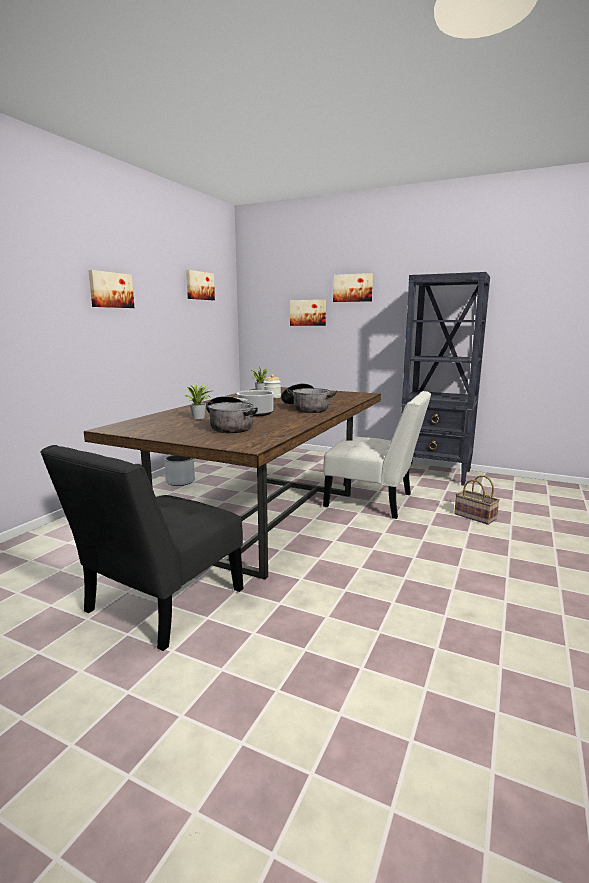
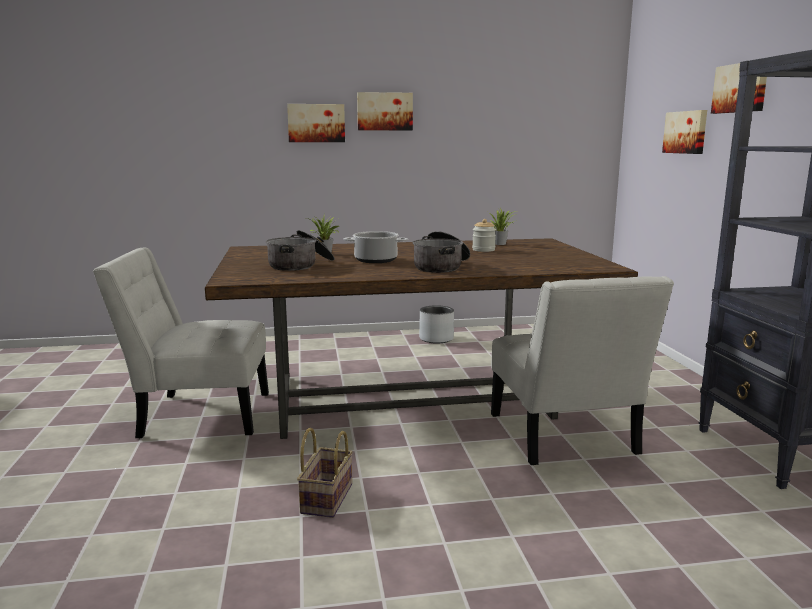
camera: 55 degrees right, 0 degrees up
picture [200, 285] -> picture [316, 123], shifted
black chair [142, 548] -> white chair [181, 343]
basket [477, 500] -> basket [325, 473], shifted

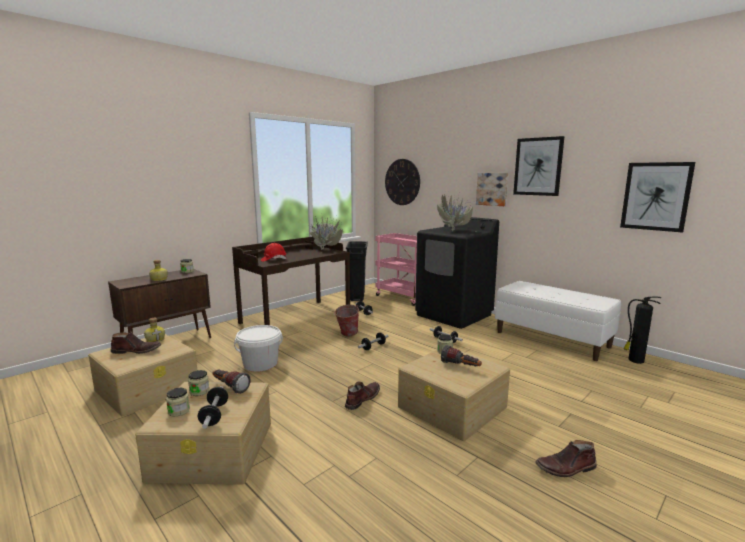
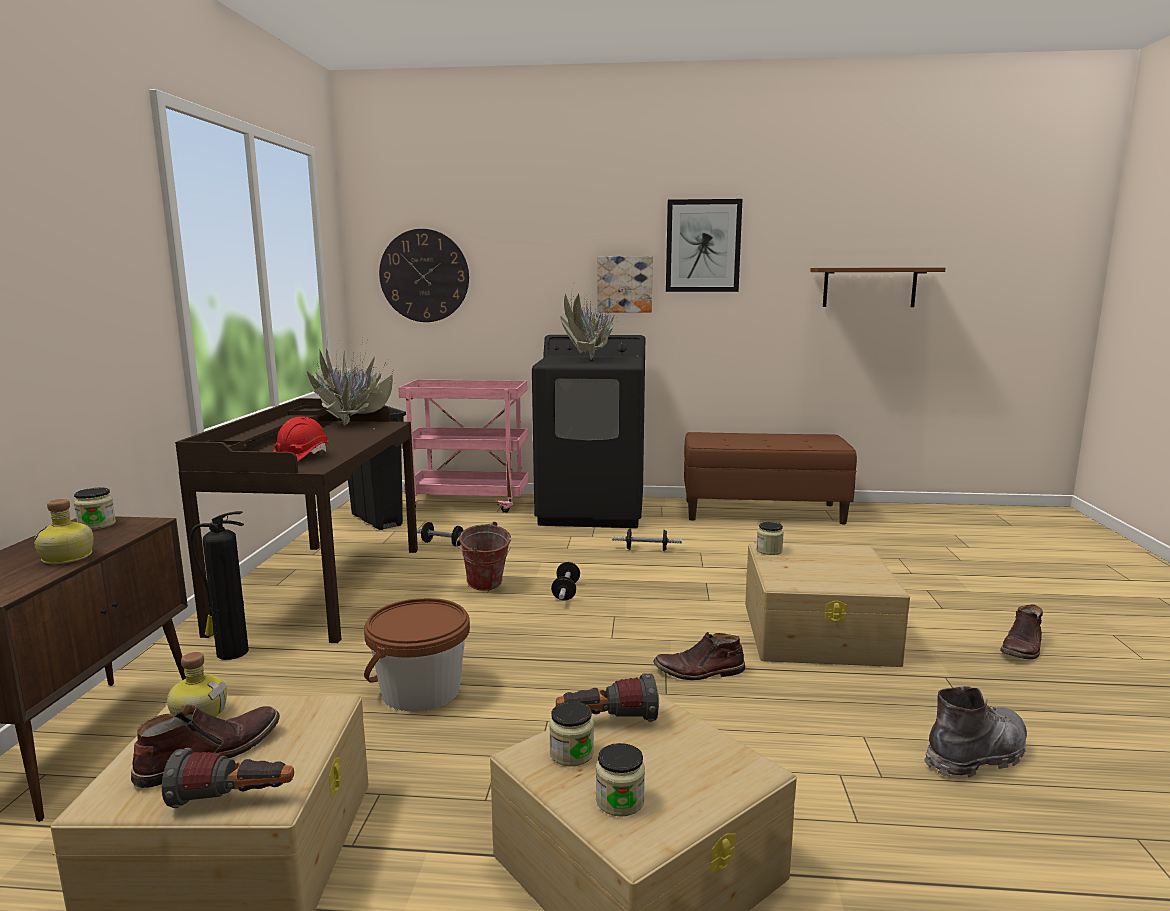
camera: 40 degrees left, 0 degrees up
picture [657, 197] -> brown shelf [878, 287]
white bench [558, 321] -> brown bench [770, 478]
fire extinguisher [643, 330] -> fire extinguisher [219, 585], shifted
white bucket [258, 348] -> brown bucket [417, 655]
flashlight [461, 356] -> flashlight [228, 778], shifted
brown boot [362, 396] -> brown boot [699, 656], 90 degrees counterclockwise
dumbbell [213, 407] -> none
none -> grey boot [976, 732]

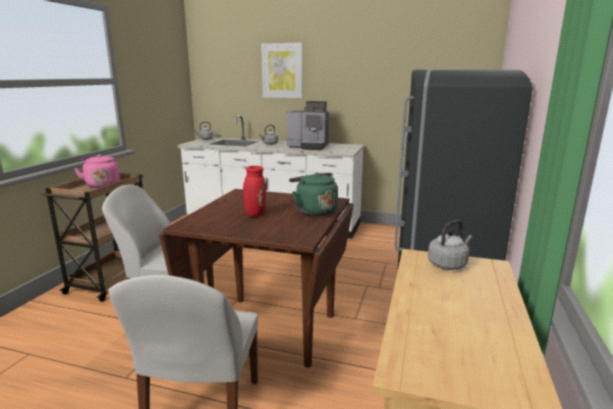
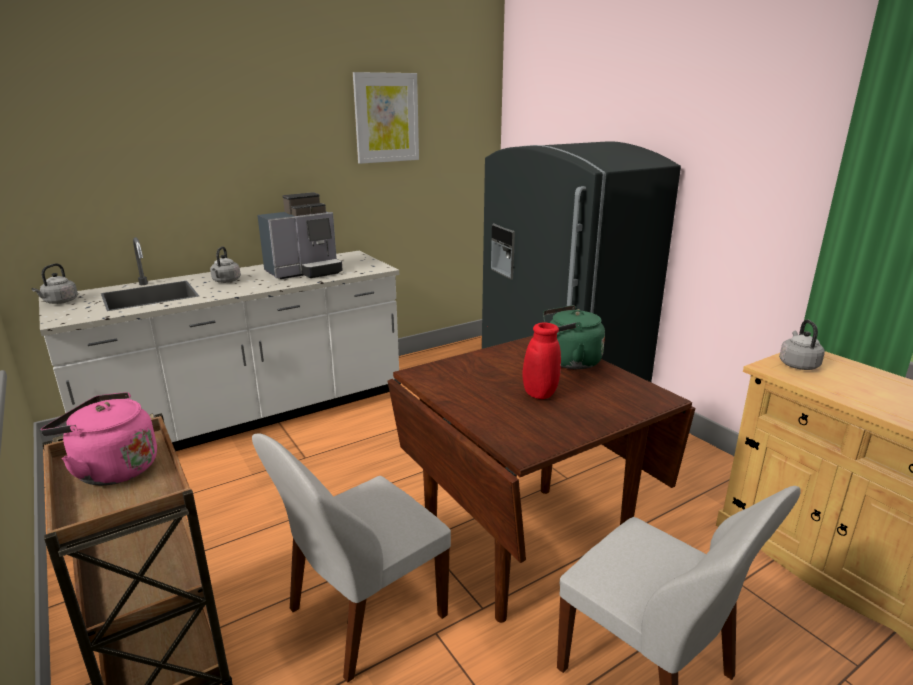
camera: 50 degrees left, 5 degrees up
picture [282, 70] -> picture [386, 118], shifted

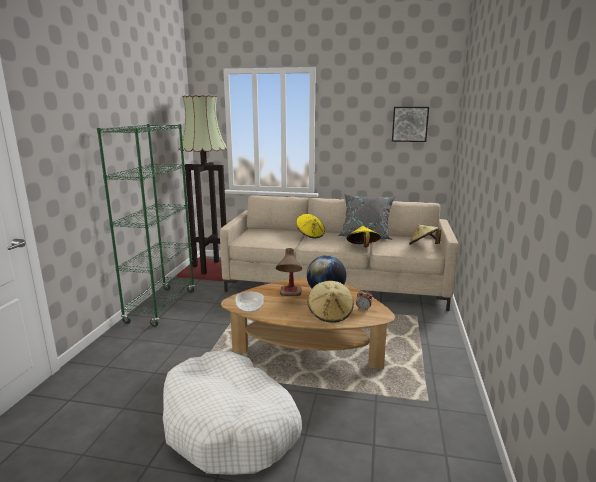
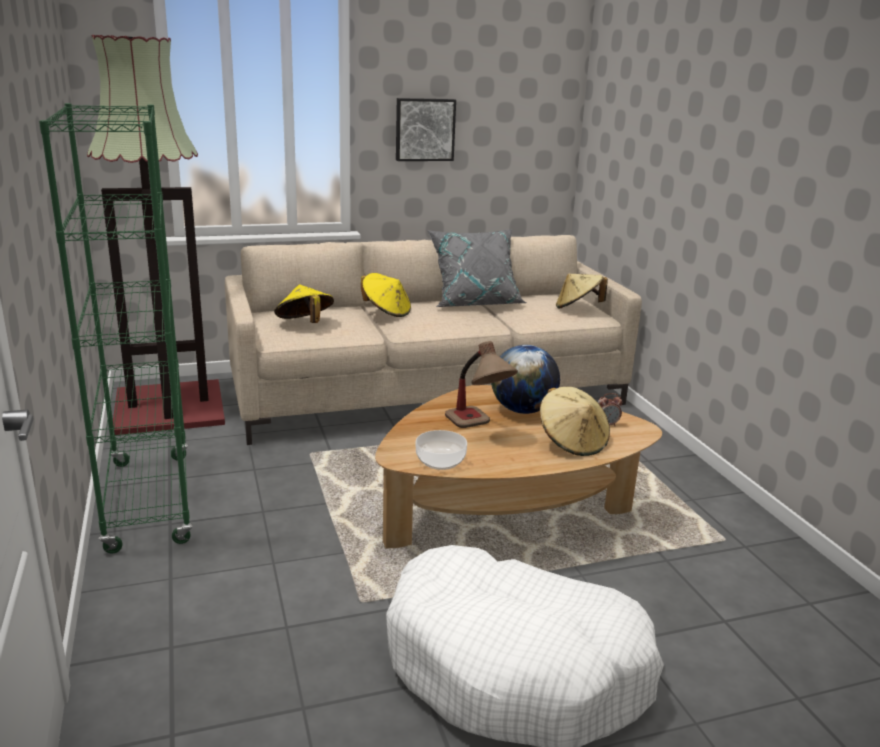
camera: 30 degrees left, 5 degrees up
picture [410, 124] -> picture [426, 129], shifted
yellow hat [364, 237] -> yellow hat [304, 303], shifted

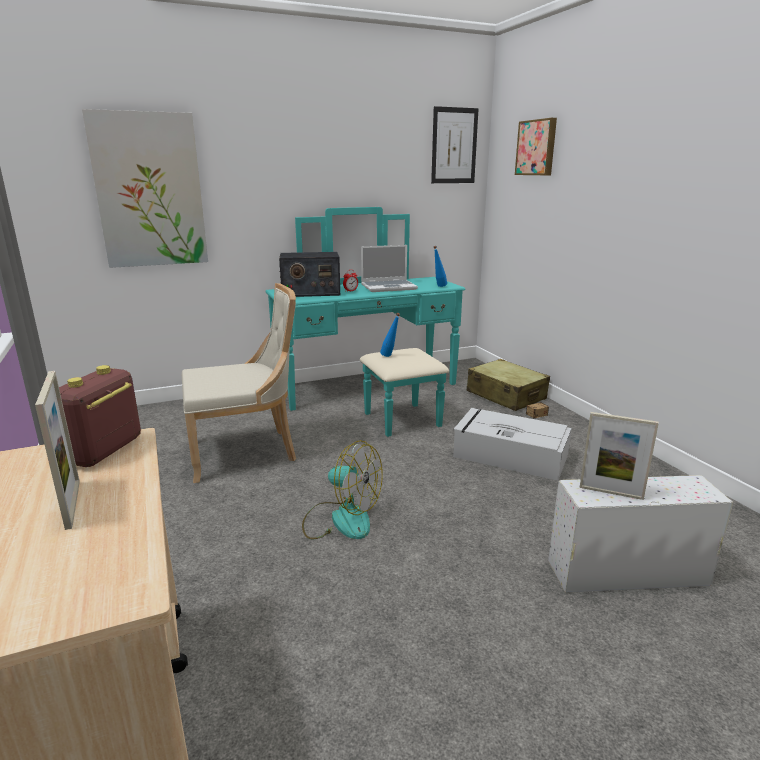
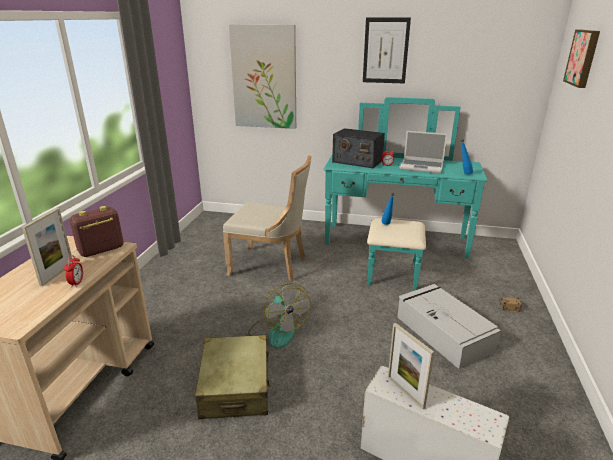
camera: 35 degrees right, 5 degrees up
picture [455, 144] -> picture [387, 50], shifted
beige suitcase [508, 385] -> beige suitcase [233, 377], shifted
none -> alarm clock [73, 271]

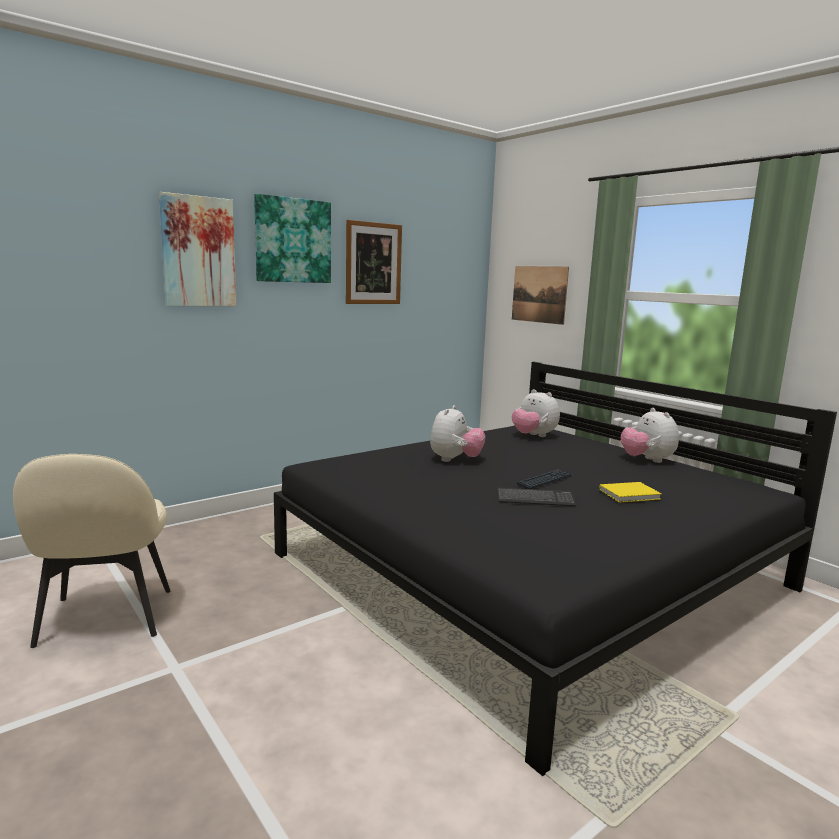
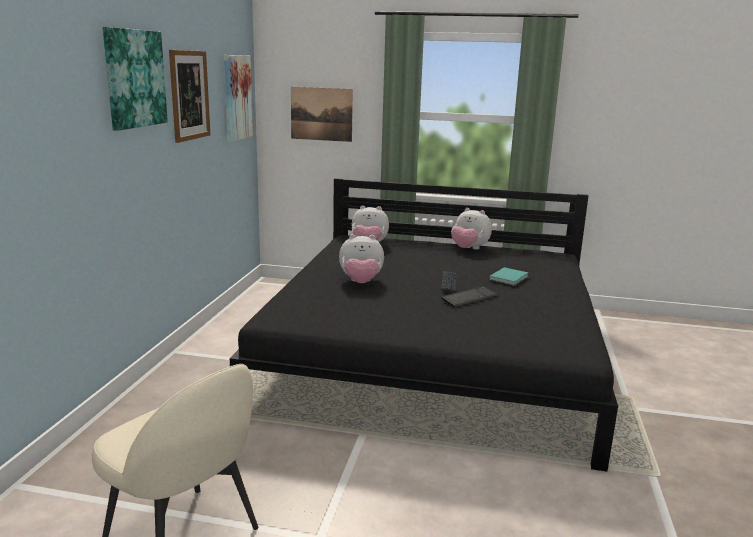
camera: 40 degrees left, 5 degrees up
picture [197, 249] -> picture [238, 98], shifted
plush toy [457, 433] -> plush toy [361, 258], 105 degrees clockwise
yellow book [630, 492] -> turquoise book [508, 276]

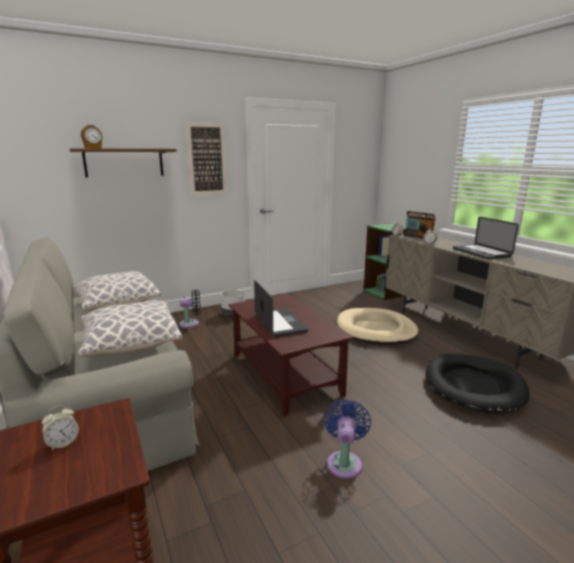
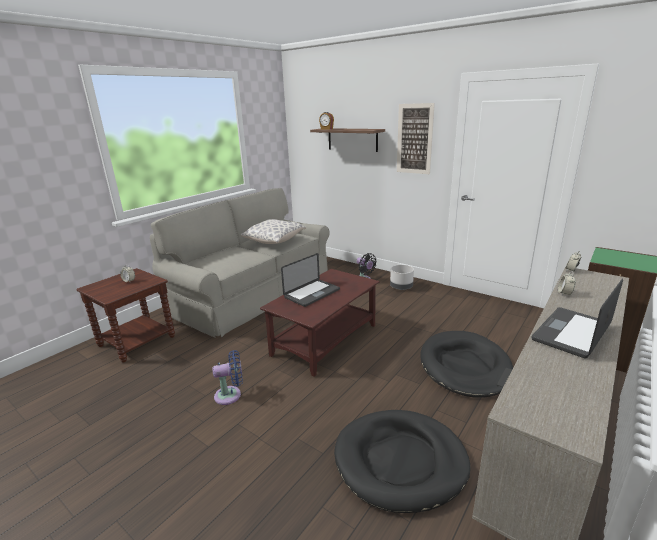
camera: 65 degrees right, 5 degrees up
radio [419, 225] -> none
pillow [130, 329] -> none
beige dog bed [378, 326] -> black dog bed [466, 364]

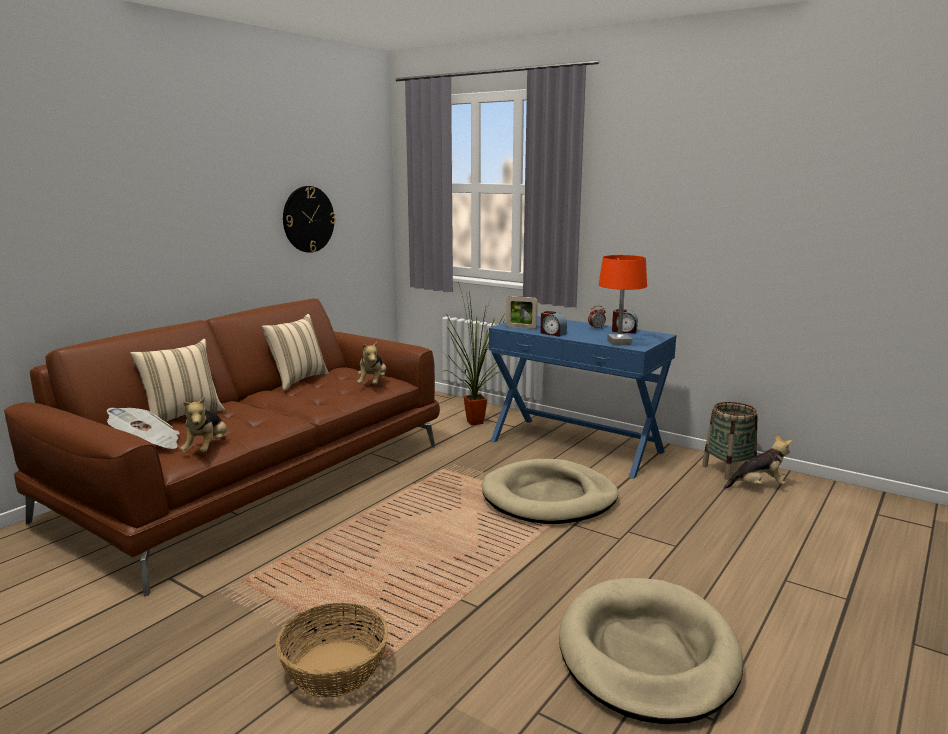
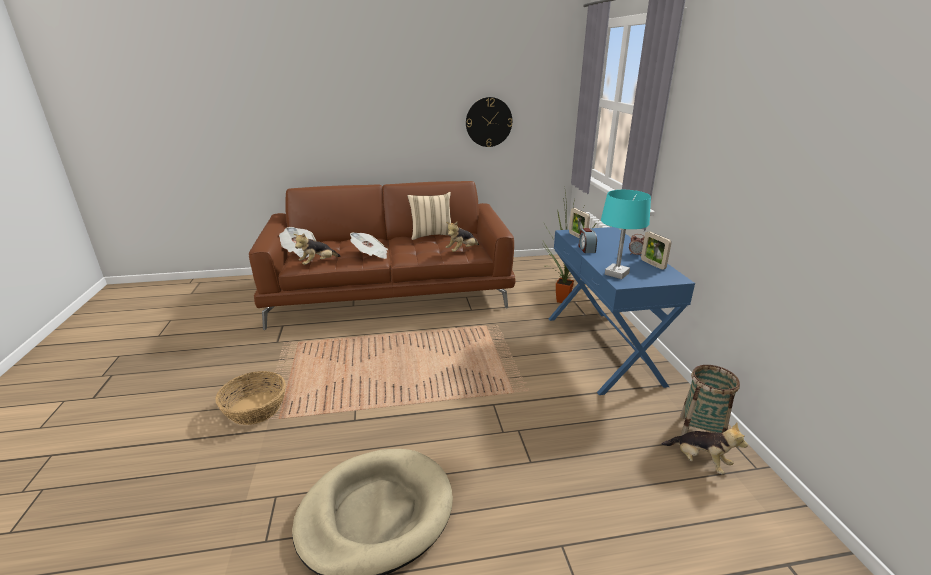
camera: 45 degrees right, 10 degrees up
orange table lamp [623, 300] -> turquoise table lamp [626, 234]
alarm clock [625, 321] -> picture frame [656, 250]
beige pillow [177, 380] -> none
beige dog bed [550, 491] -> none
none -> newspaper [369, 245]

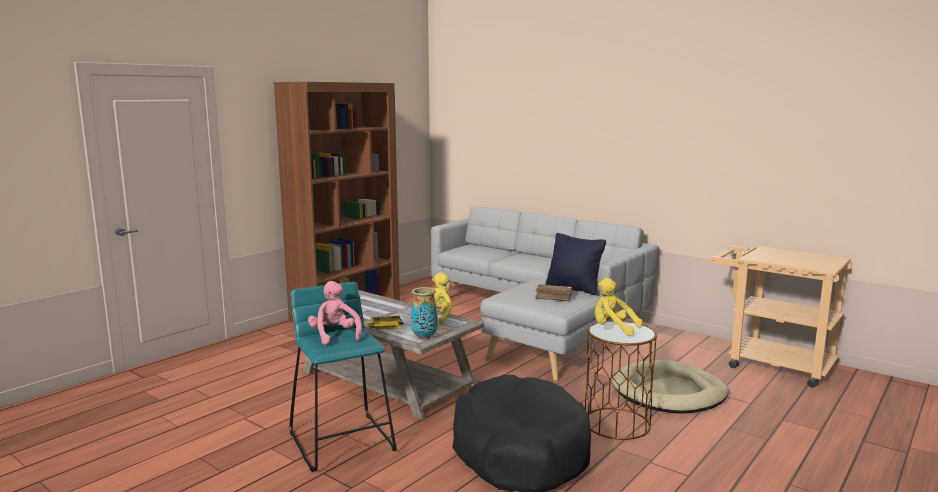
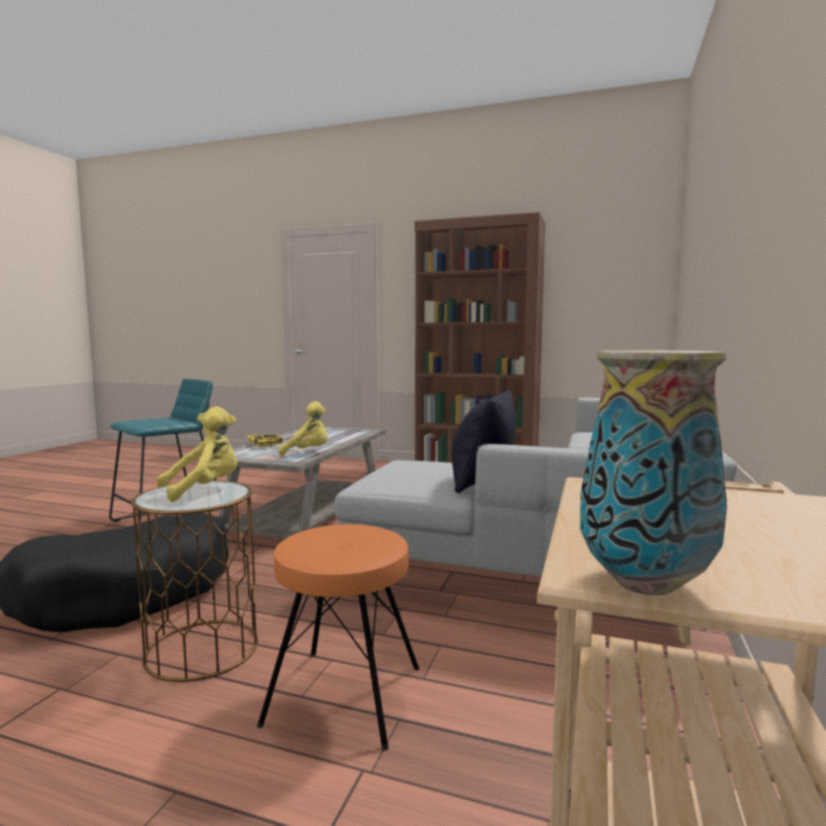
camera: 70 degrees right, 5 degrees down
yellow plush toy [618, 307] -> yellow plush toy [197, 454], 45 degrees clockwise
pink plush toy [335, 313] -> none
brown book [553, 293] -> none
vase [424, 313] -> vase [653, 472], shifted
beige dog bed [670, 386] -> orange stool [338, 637]

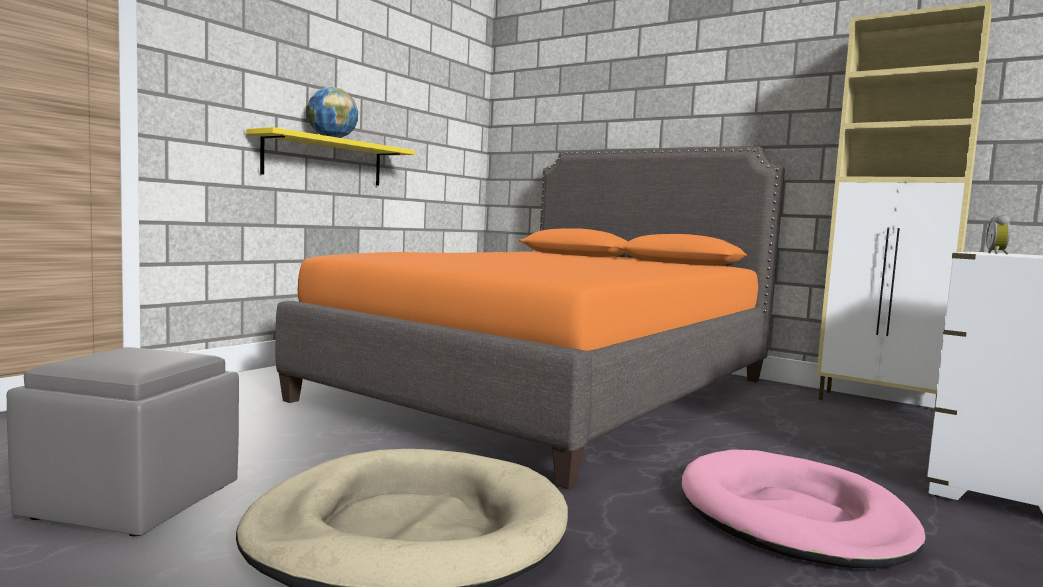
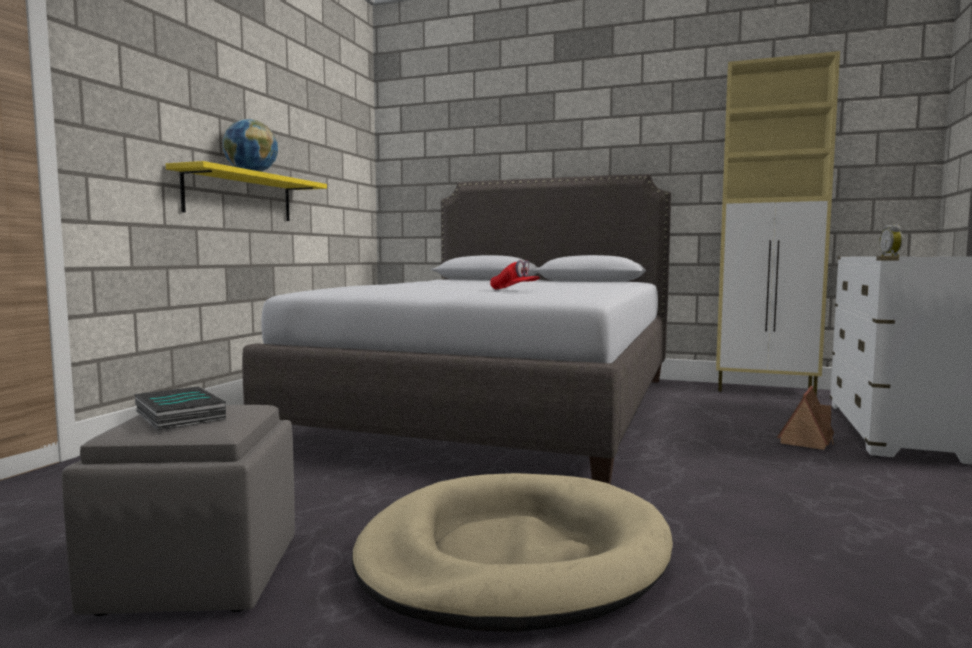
camera: 15 degrees left, 0 degrees up
orange bed [530, 317] -> grey bed [456, 329]
pink dog bed [804, 508] -> none
none -> red cap [515, 274]
none -> toy house [805, 418]
none -> book [180, 408]

